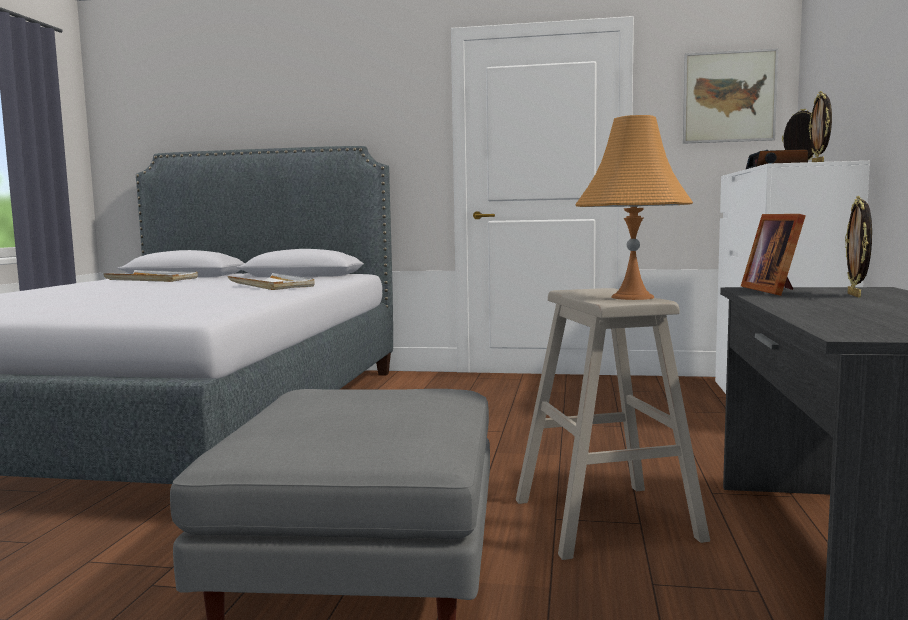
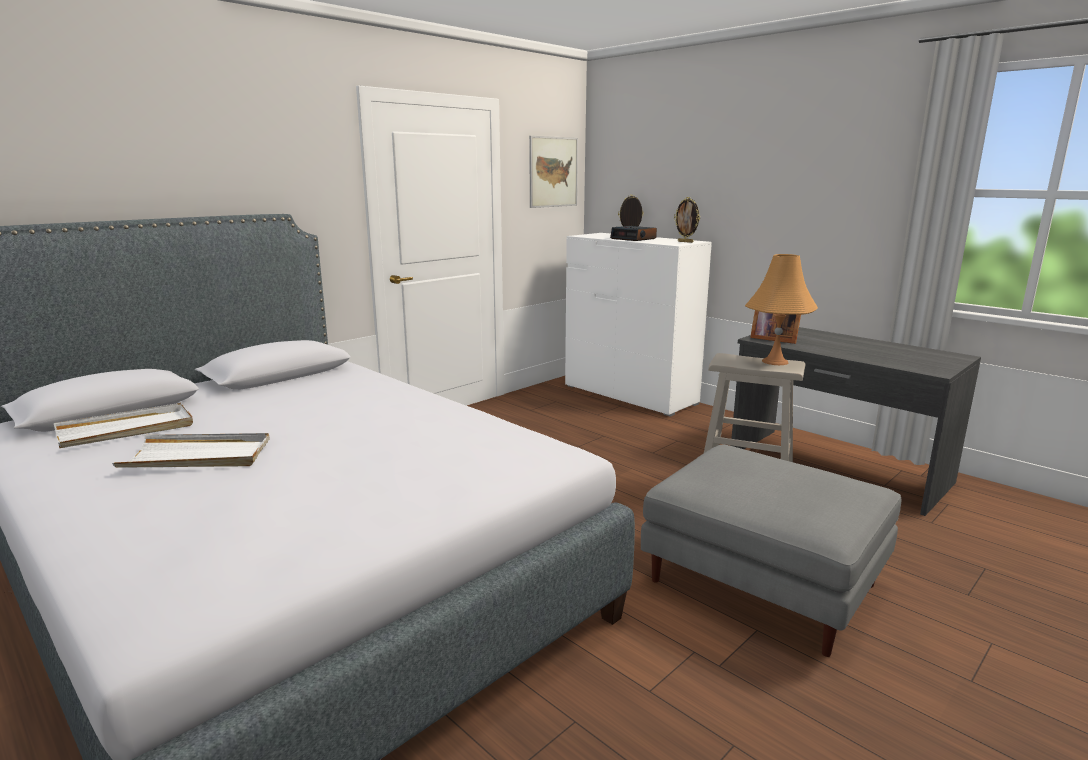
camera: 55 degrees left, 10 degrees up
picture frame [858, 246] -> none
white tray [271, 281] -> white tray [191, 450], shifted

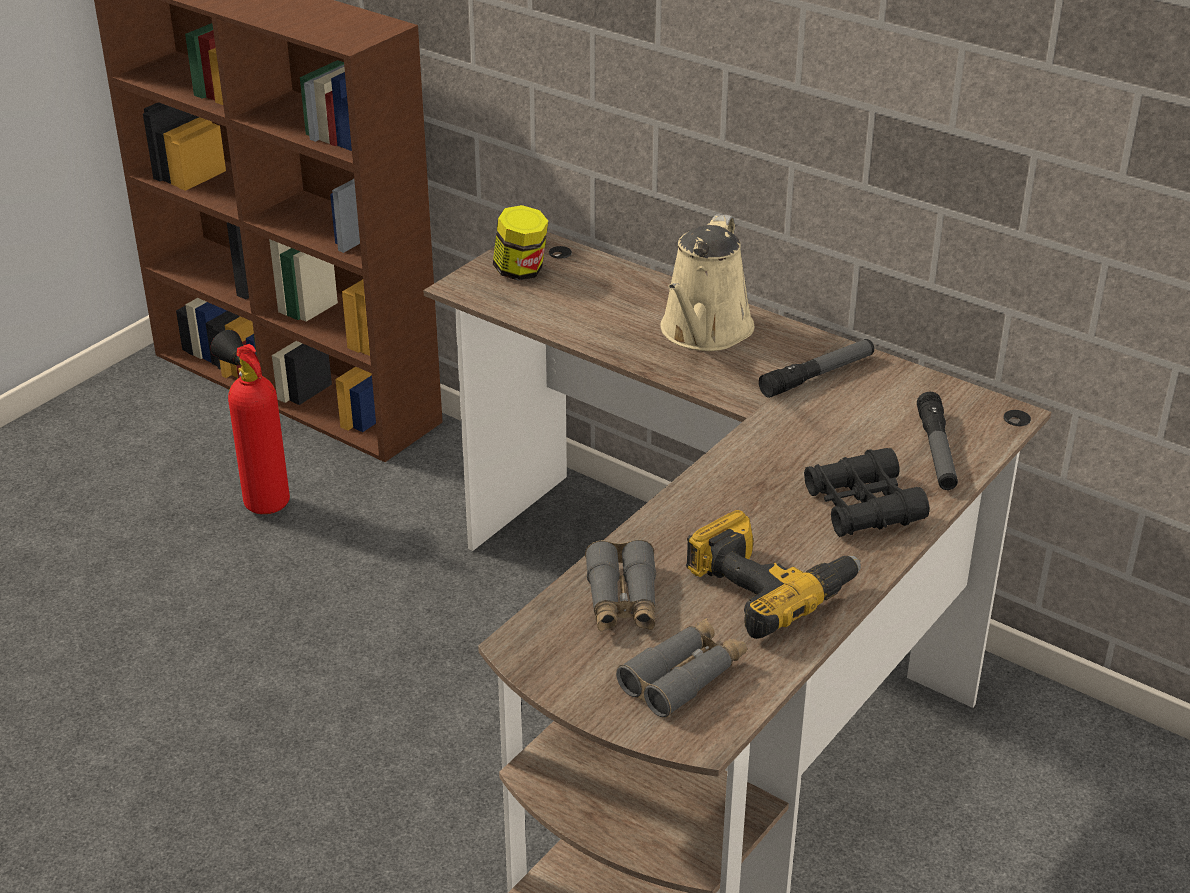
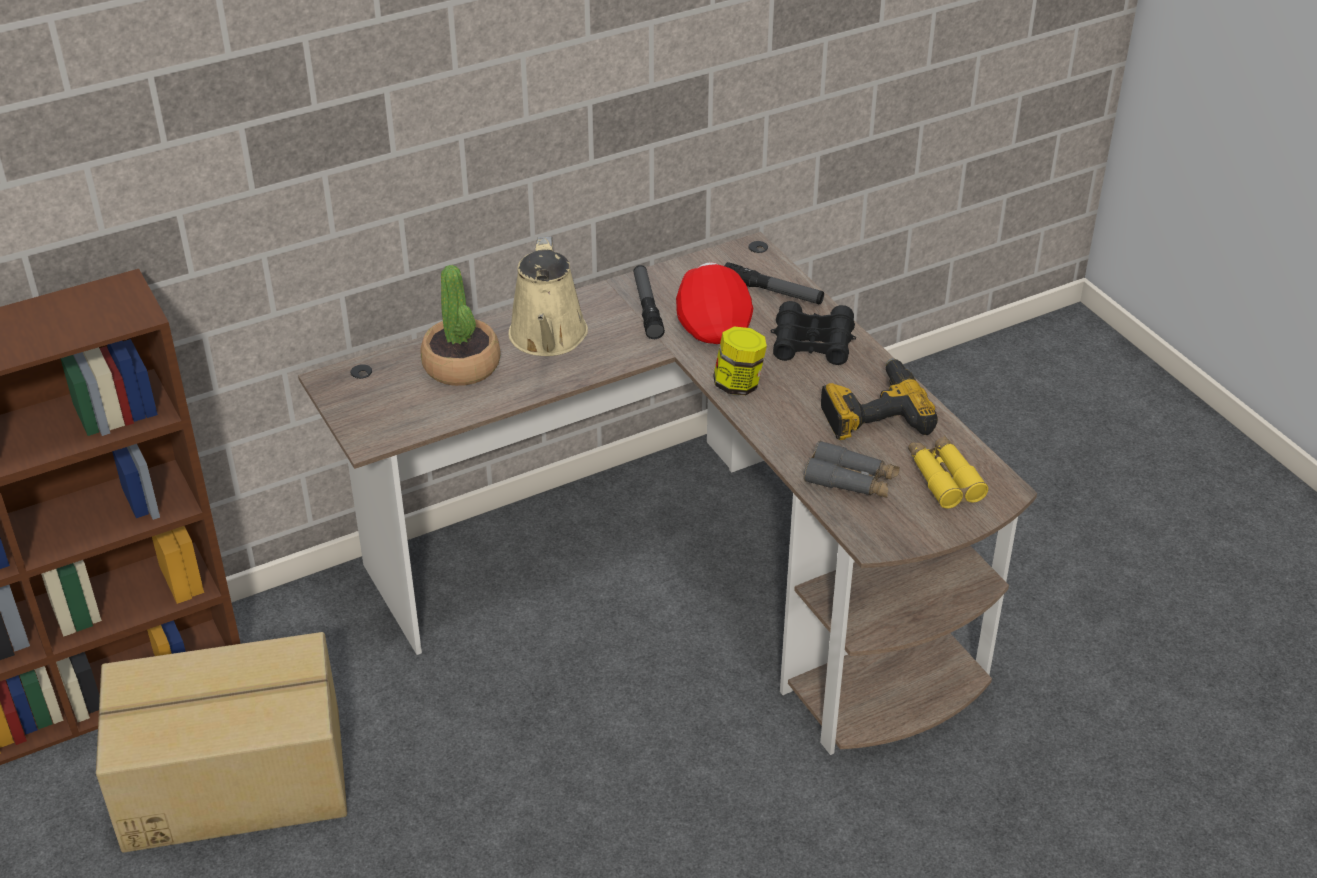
camera: 65 degrees left, 5 degrees up
jar [520, 243] -> jar [740, 361], shifted
beige watering can [707, 282] -> beige watering can [548, 296], 45 degrees clockwise
fire extinguisher [250, 422] -> cardboard box [221, 742]
grey binoculars [681, 668] -> yellow binoculars [948, 471]
none -> red cap [714, 303]
none -> potted plant [460, 325]

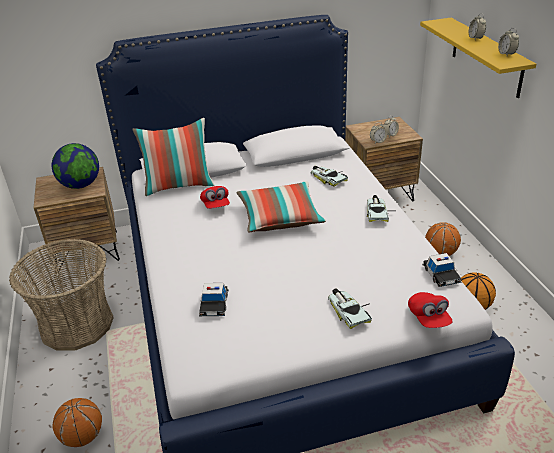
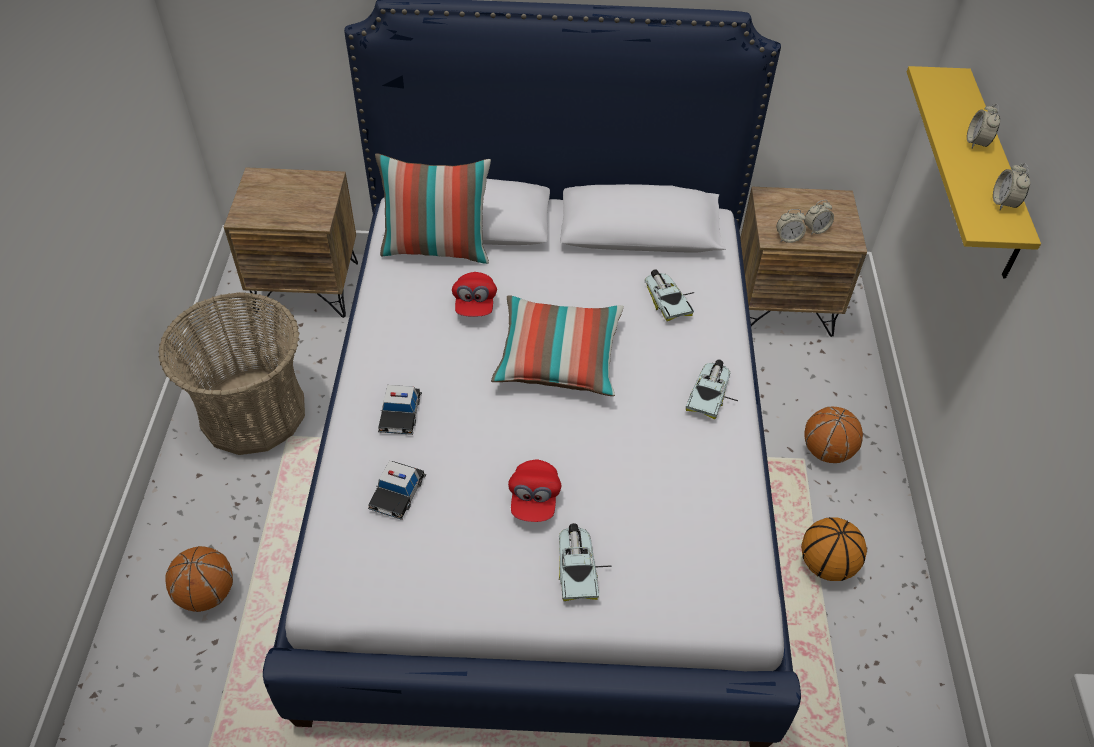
camera: 15 degrees right, 15 degrees up
globe [75, 166] -> none
toy car [442, 270] -> toy car [400, 410], shifted
red cap [430, 310] -> red cap [534, 491], shifted

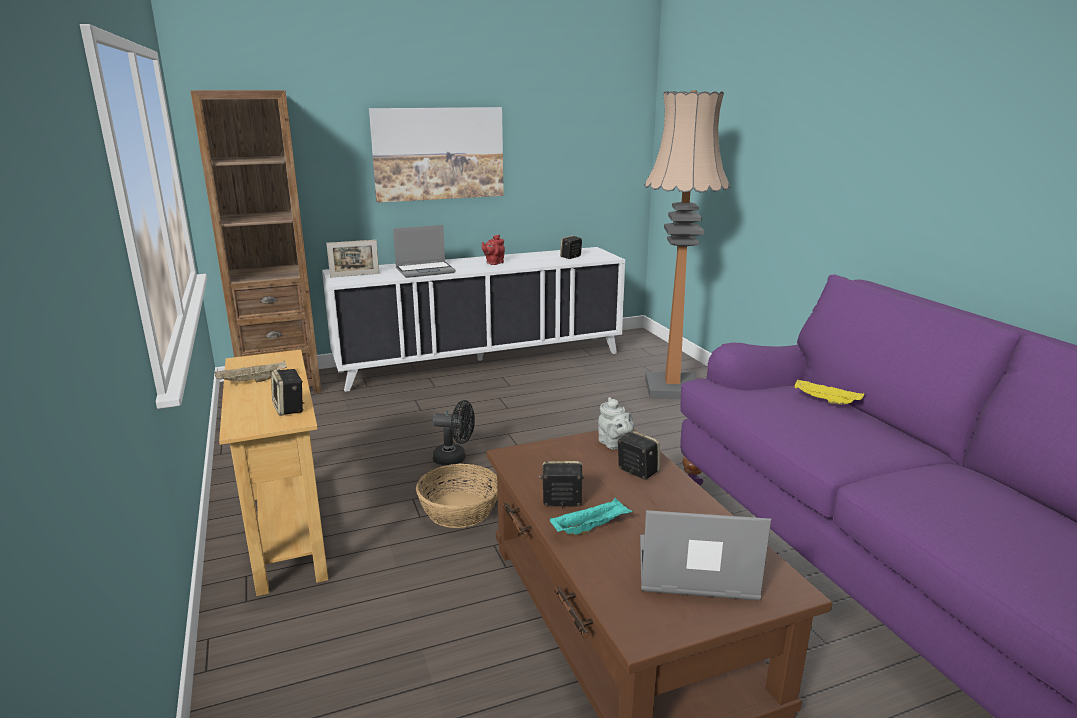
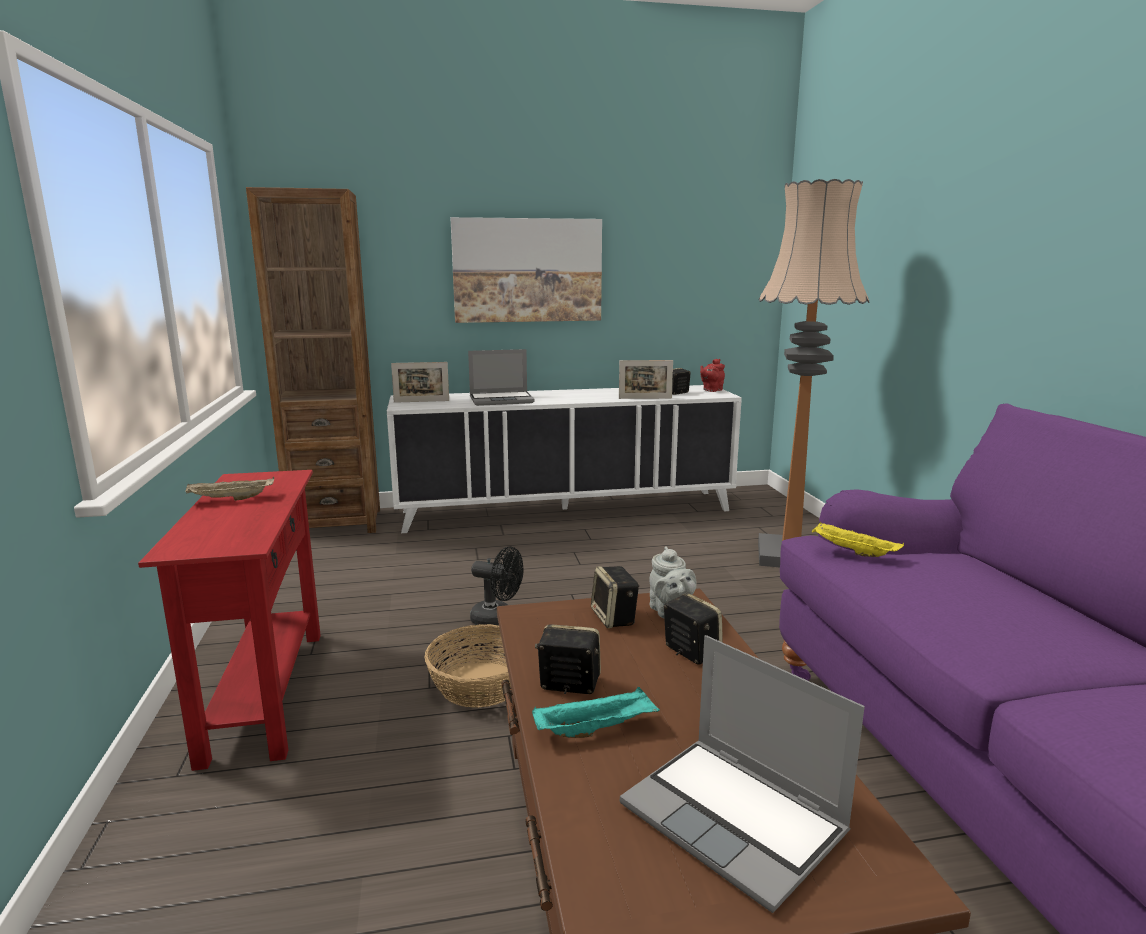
camera: 10 degrees right, 5 degrees down
red teapot [493, 250] -> red teapot [712, 375], shifted
beige console table [274, 473] -> red console table [229, 620]
speaker [287, 392] -> speaker [615, 597], shifted
yellow tray [829, 392] -> yellow tray [858, 539], shifted
laptop [705, 555] -> laptop [742, 774], 150 degrees counterclockwise
none -> picture frame [646, 379]

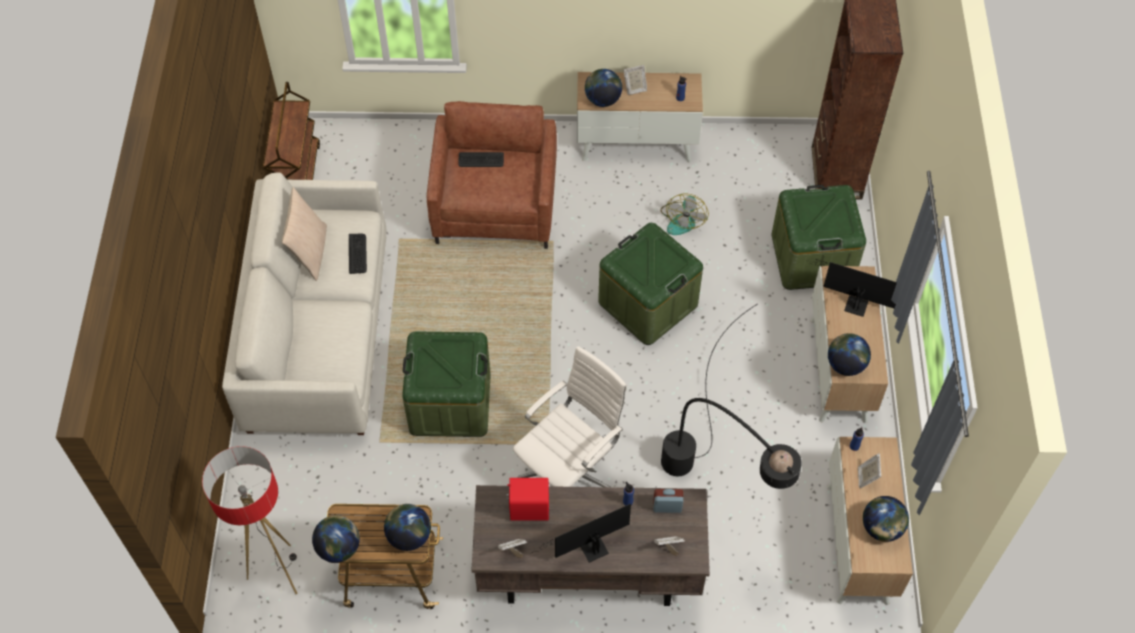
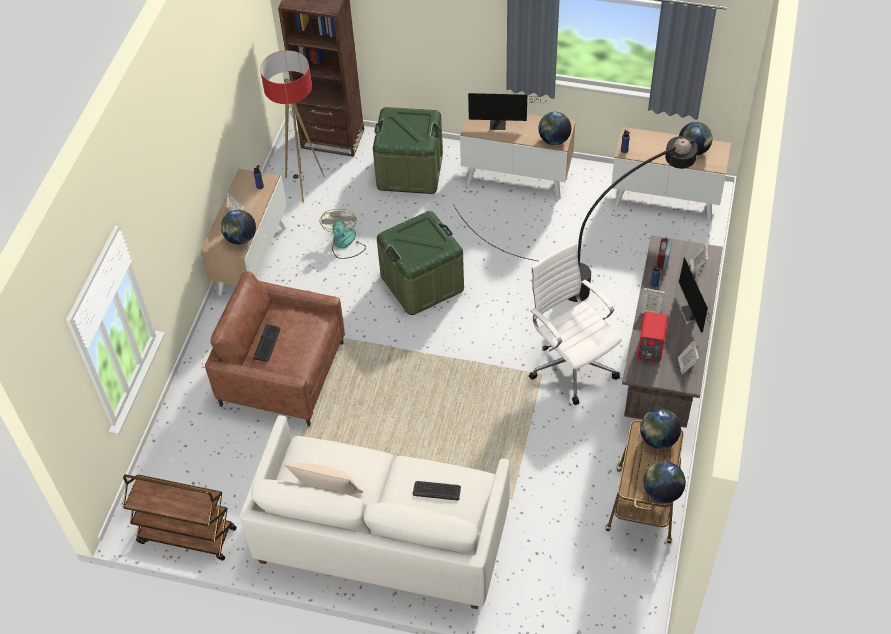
camera: 75 degrees left, 5 degrees down
fan [685, 214] -> fan [343, 234], 120 degrees counterclockwise
keyboard [358, 254] -> keyboard [437, 491], shifted
monitor [853, 288] -> monitor [503, 111], 120 degrees counterclockwise
green storage box [446, 384] -> none
floor lamp [250, 520] -> floor lamp [292, 126], shifted
picture frame [869, 470] -> picture frame [653, 301], shifted

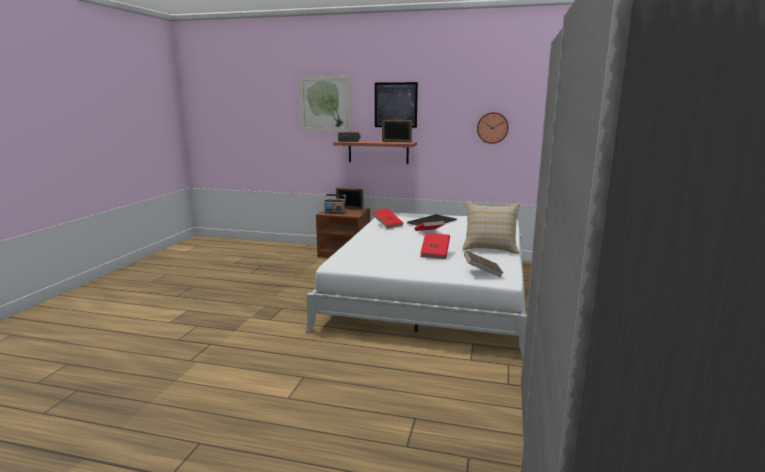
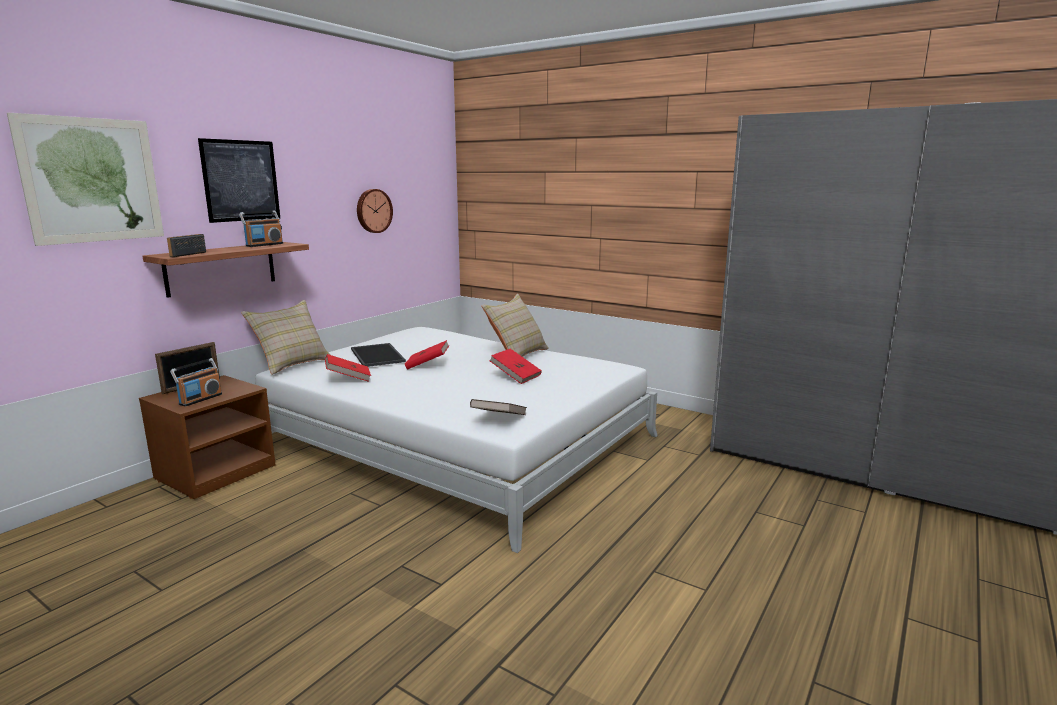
camera: 70 degrees left, 0 degrees up
picture frame [397, 131] -> radio [261, 228]
brown book [483, 264] -> brown book [498, 407], shifted
none -> beige pillow [285, 337]

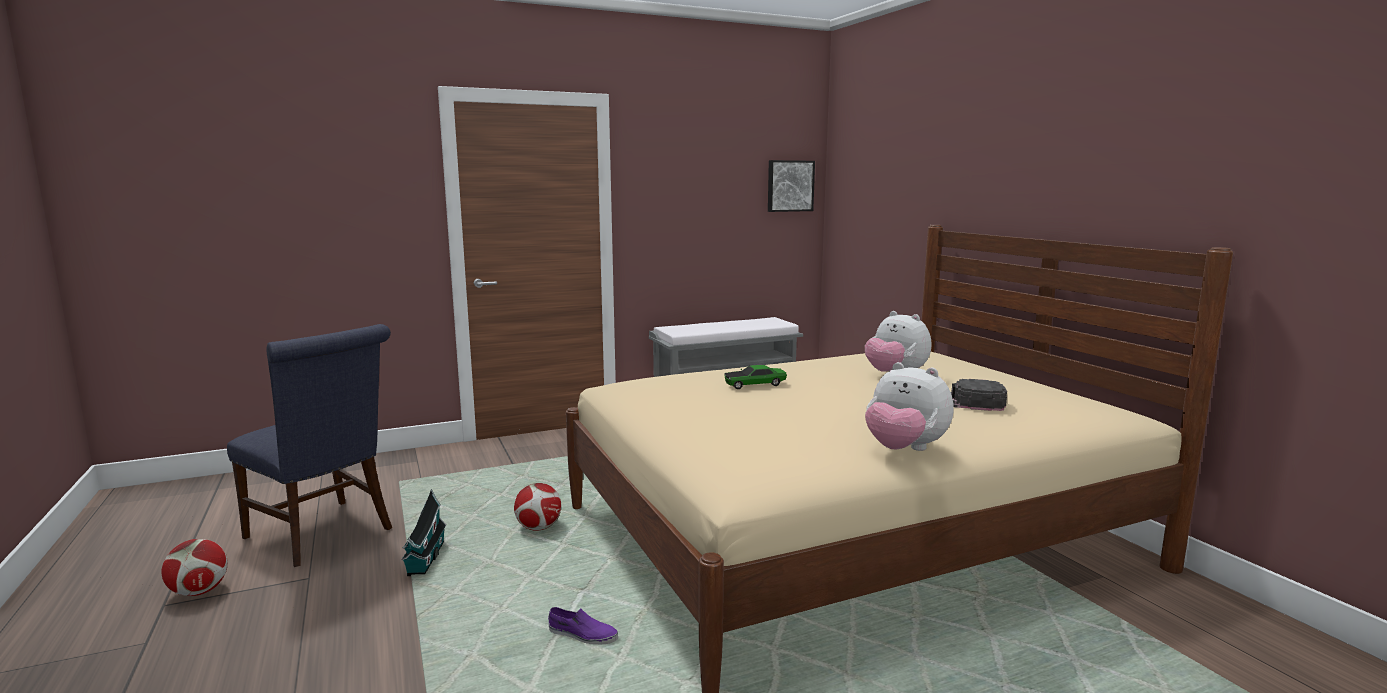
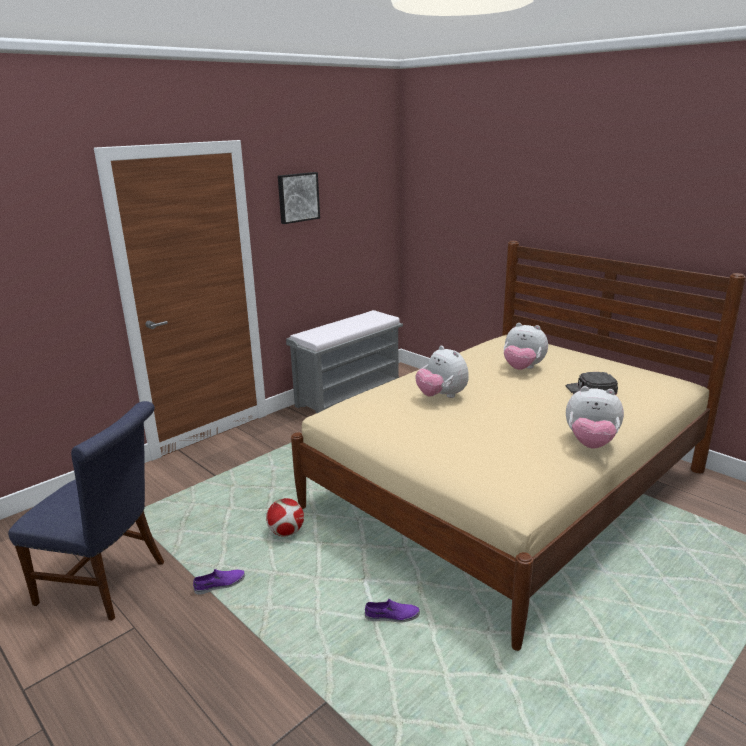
camera: 20 degrees left, 10 degrees up
picture [791, 186] -> picture [299, 198], shifted
toy car [755, 377] -> plush toy [442, 371]
toy house [424, 532] -> purple shoe [219, 582]
football [195, 567] -> none

